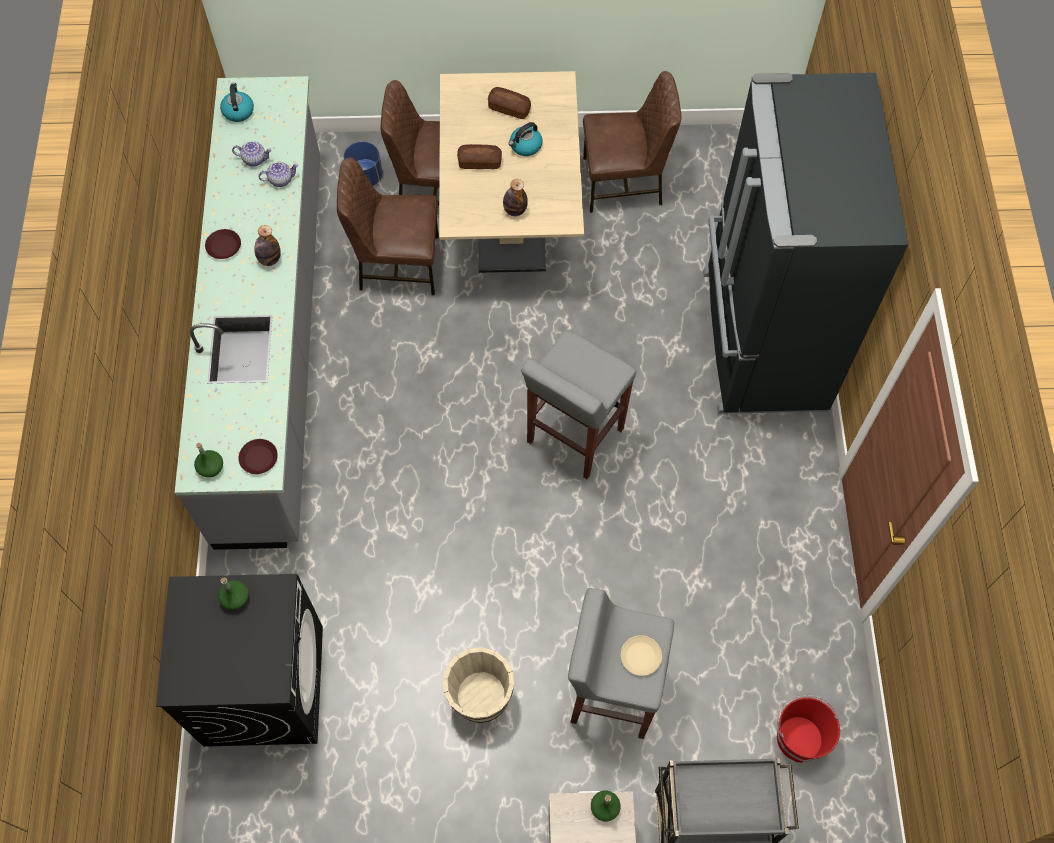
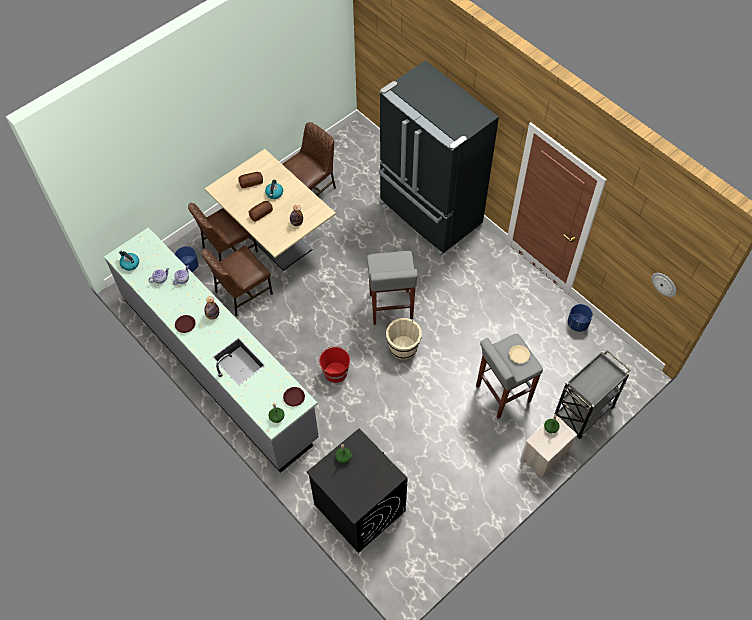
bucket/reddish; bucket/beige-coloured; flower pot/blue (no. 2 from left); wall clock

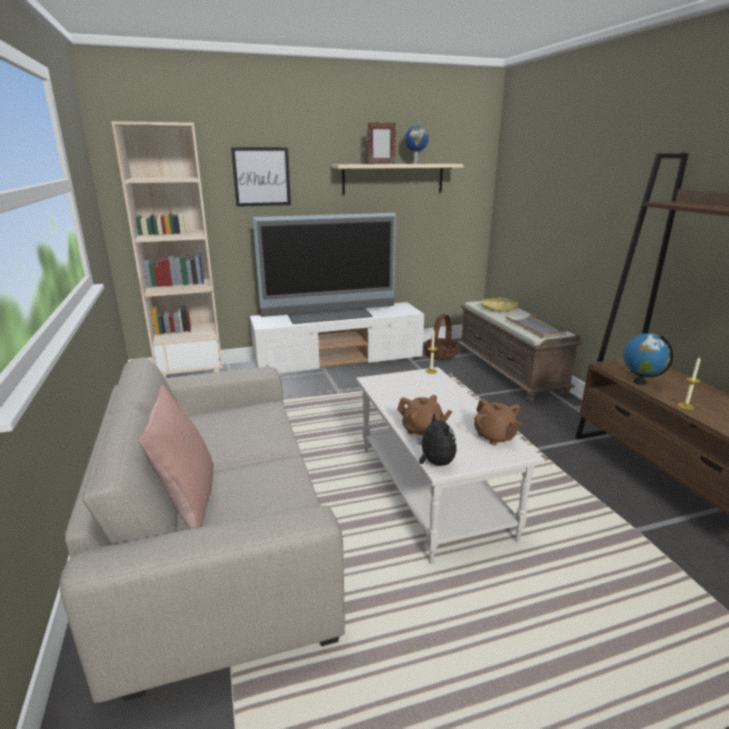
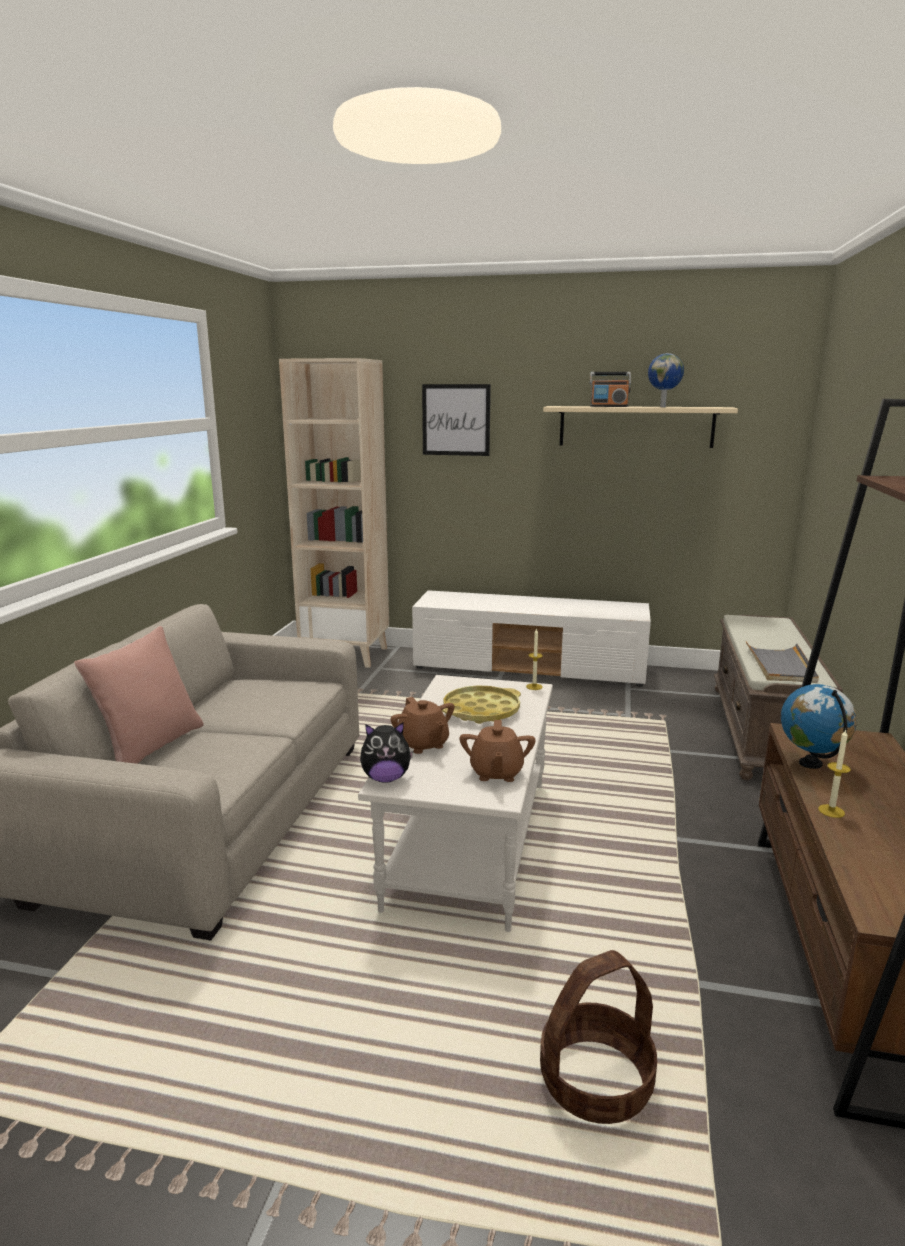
soft toy; serving tray/yellow-coloured; basket; radio receiver; television

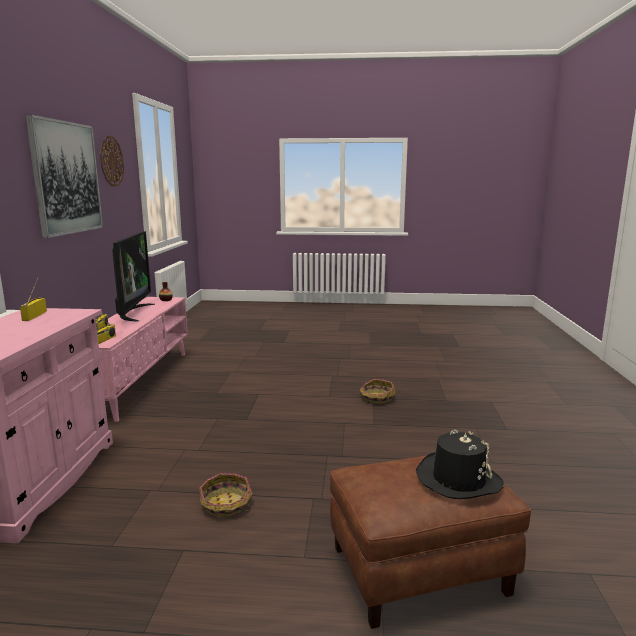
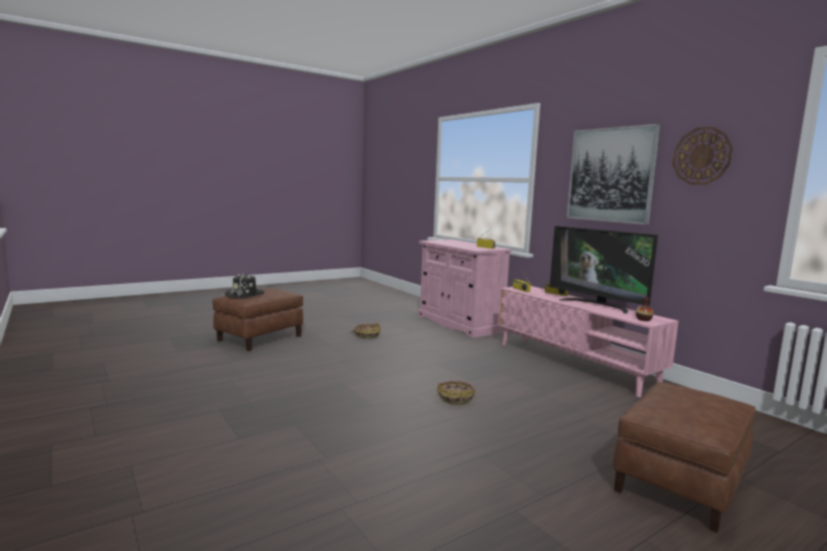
basket (no. 2 from left); footrest/brownish (no. 2 from left)

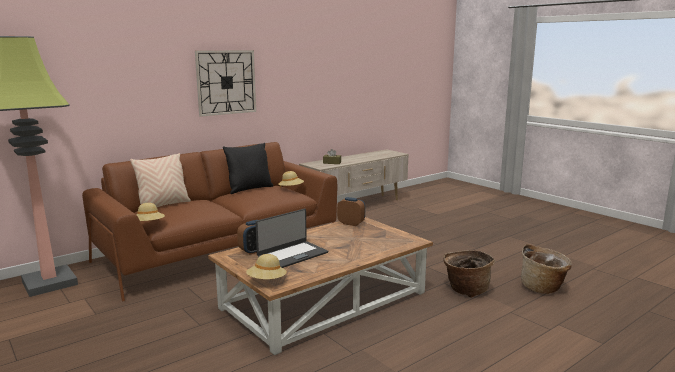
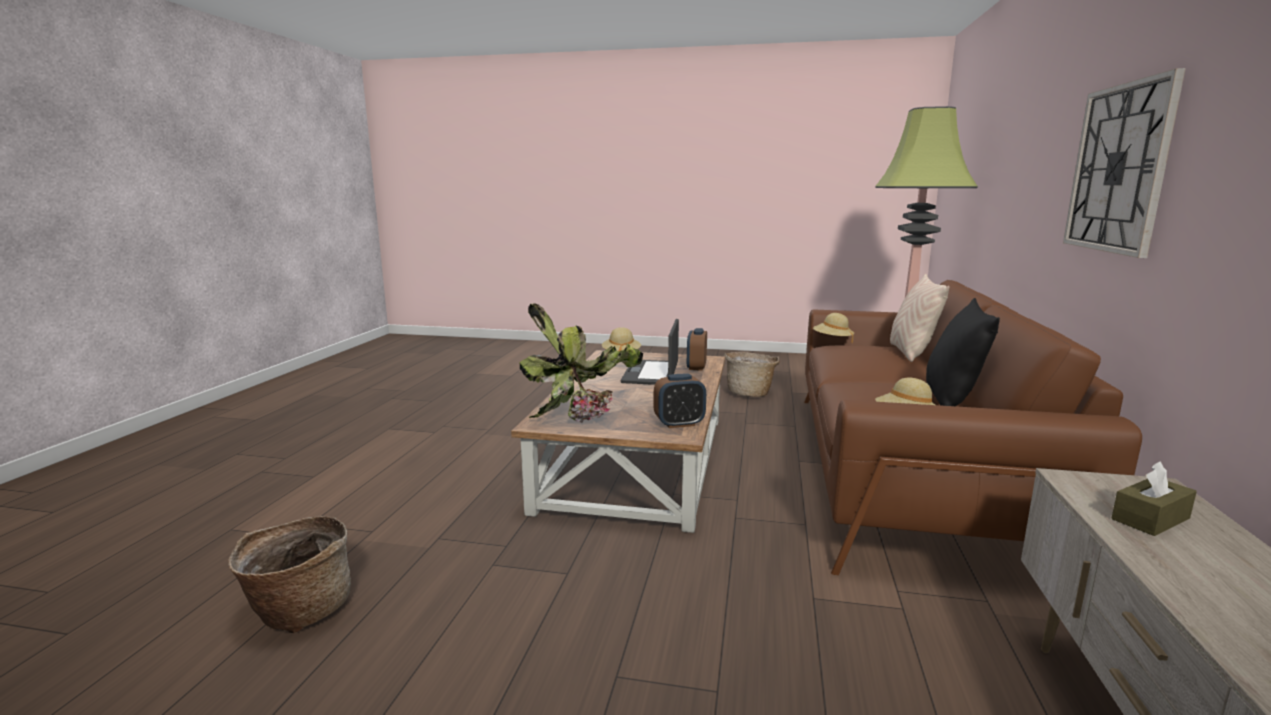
houseplant; basket (no. 2 from left)

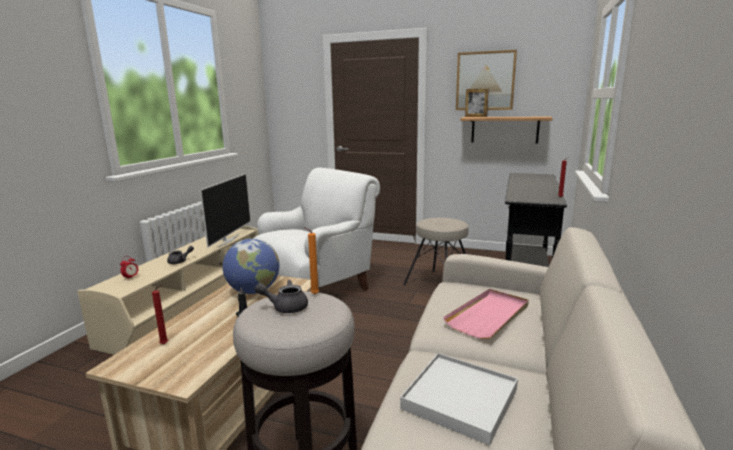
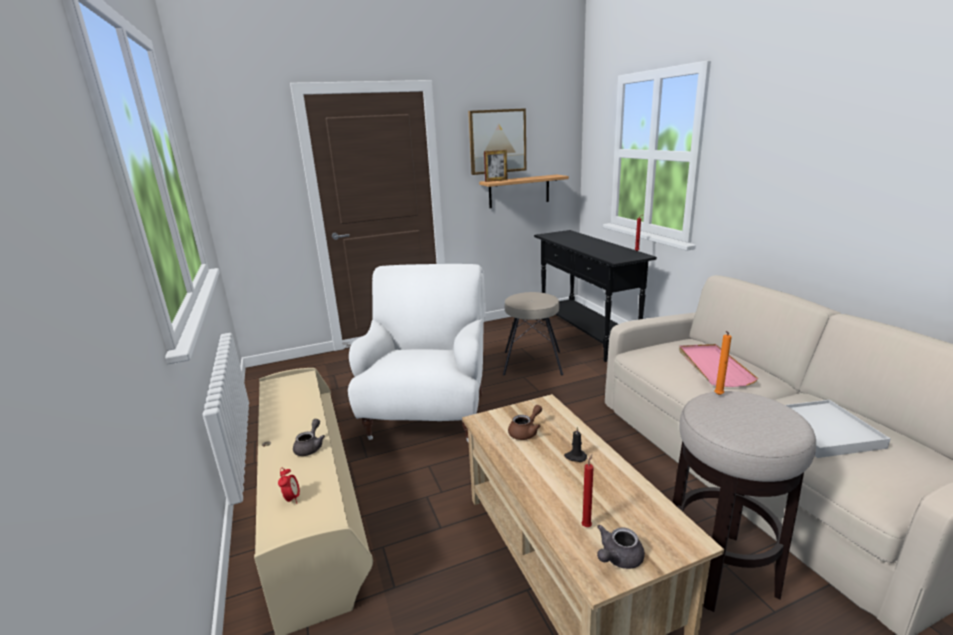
pot for tea/brownish; pot for tea/greyish (no. 2 from left); television

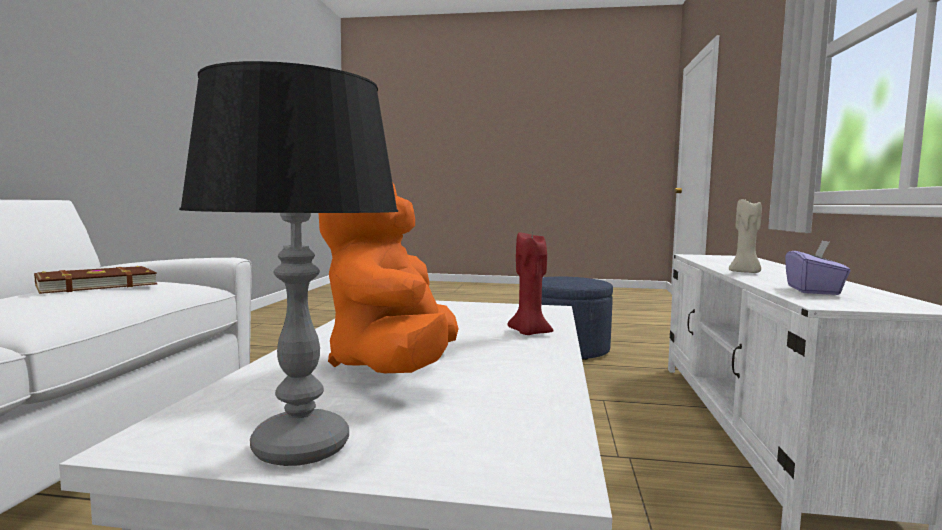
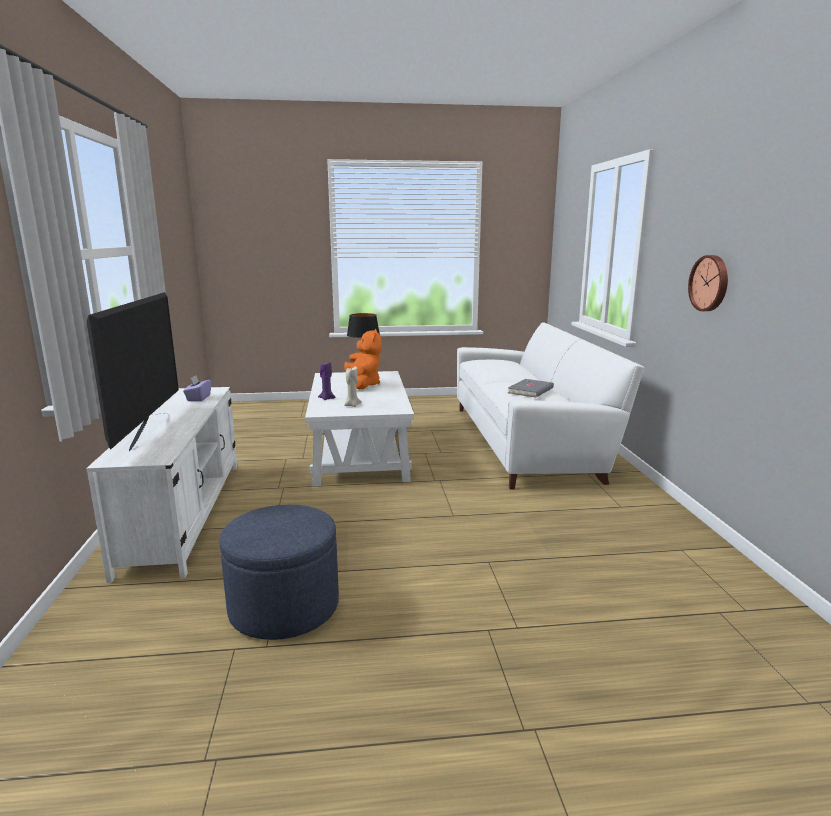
television; wax light/purple; wax light/beige-coloured; book/greyish; wall clock

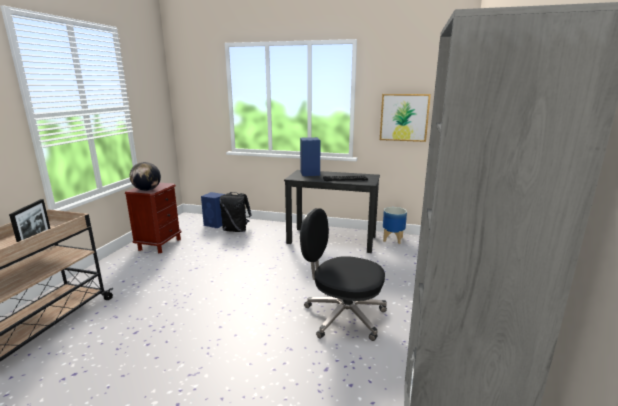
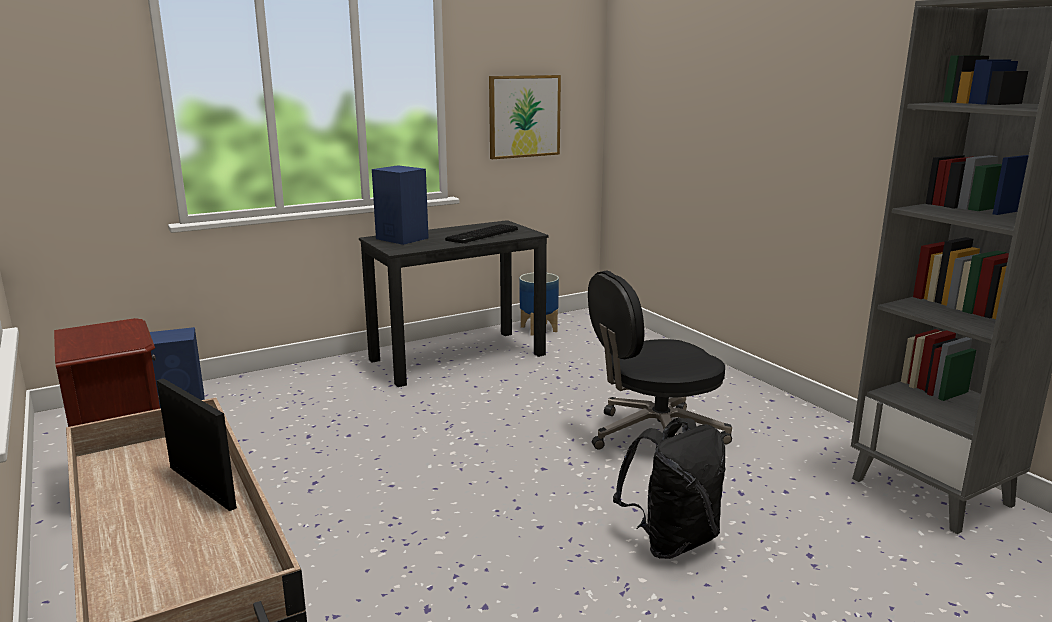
rucksack/black-coloured; globe

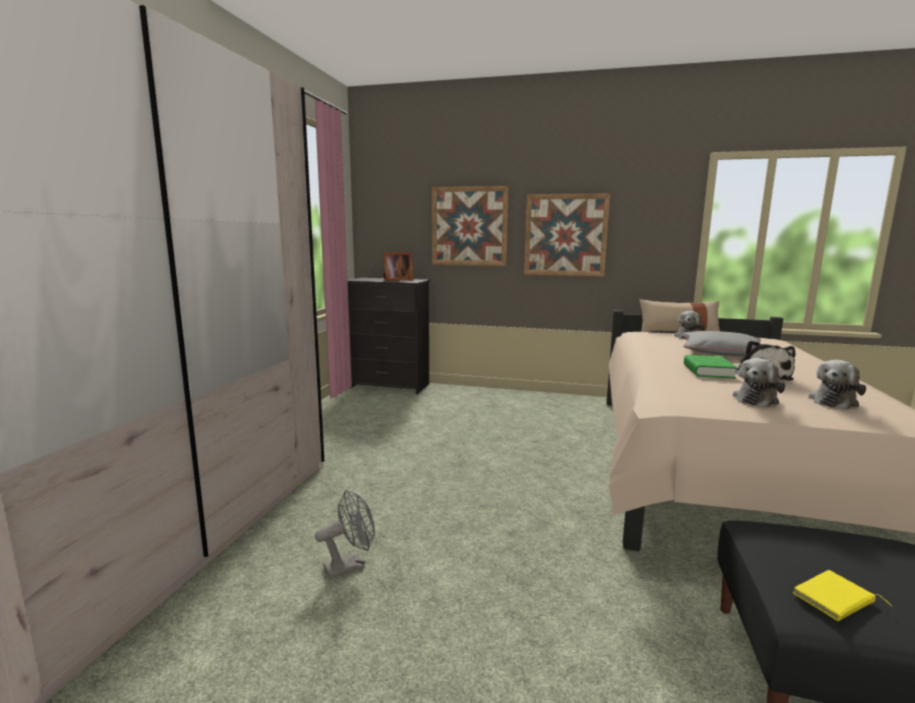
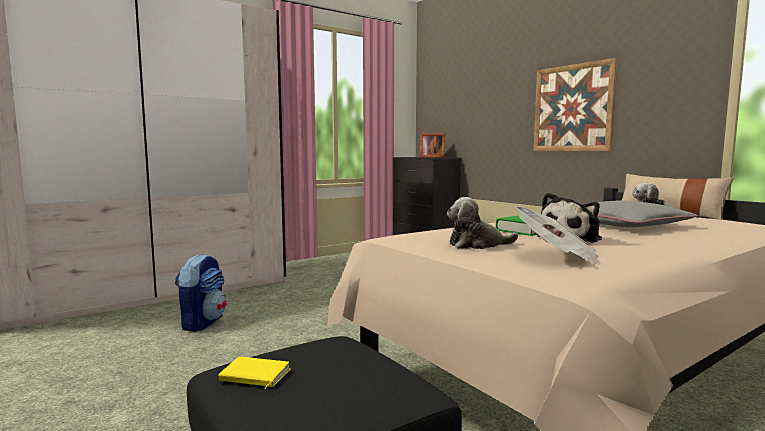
rucksack; newspaper; wall picture (no. 1 from left in the first image)

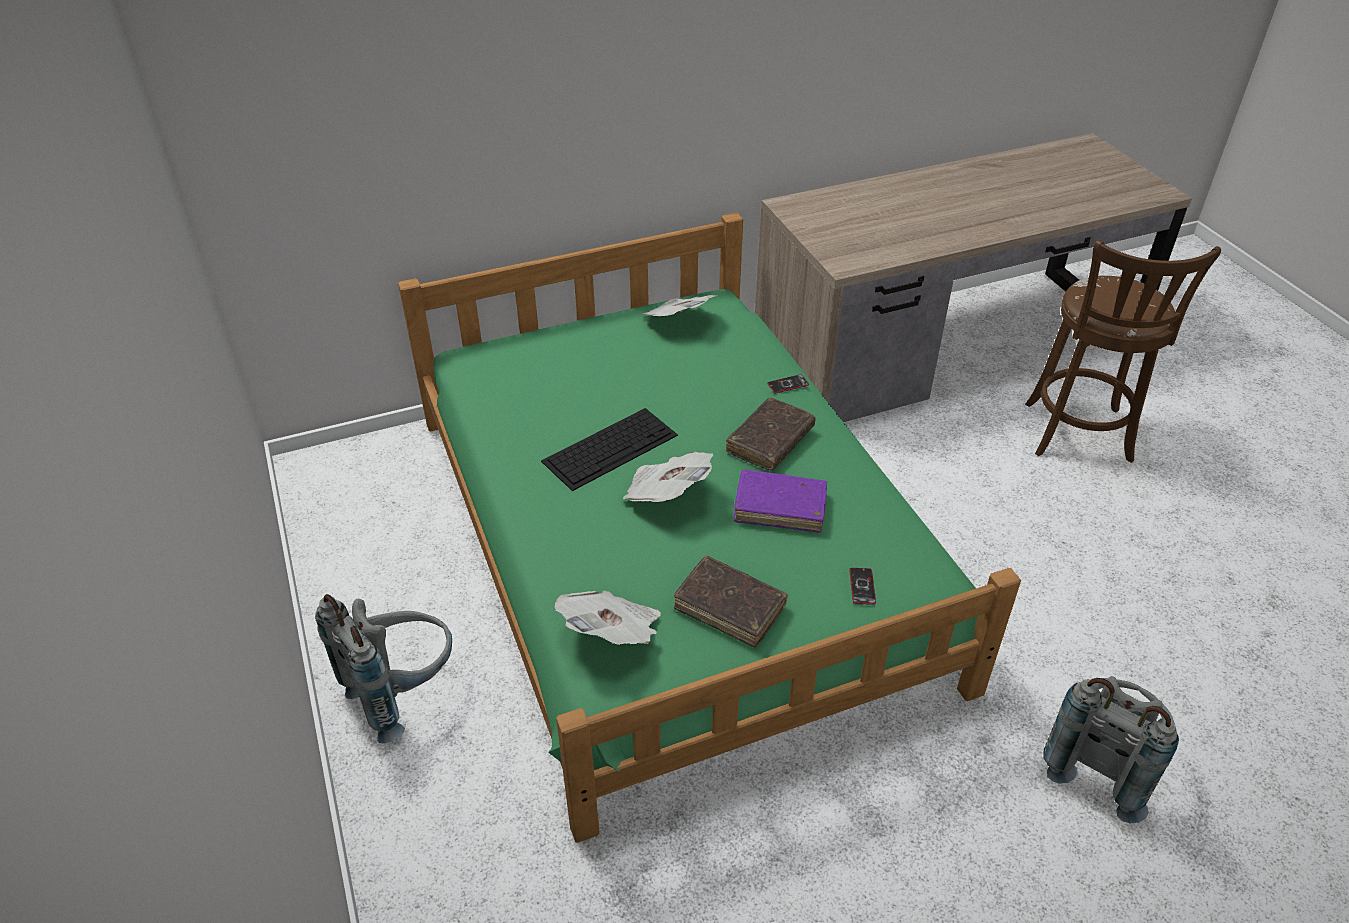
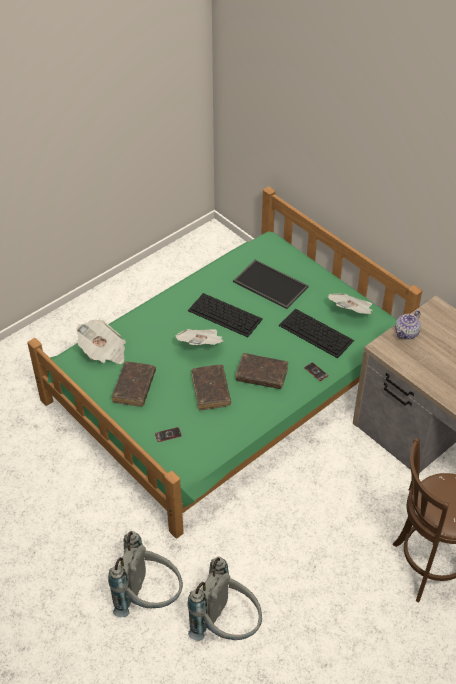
rucksack/greyish (no. 2 from left); book/brownish (no. 2 from left); serving tray; PC keyboard (no. 2 from left); pot for tea

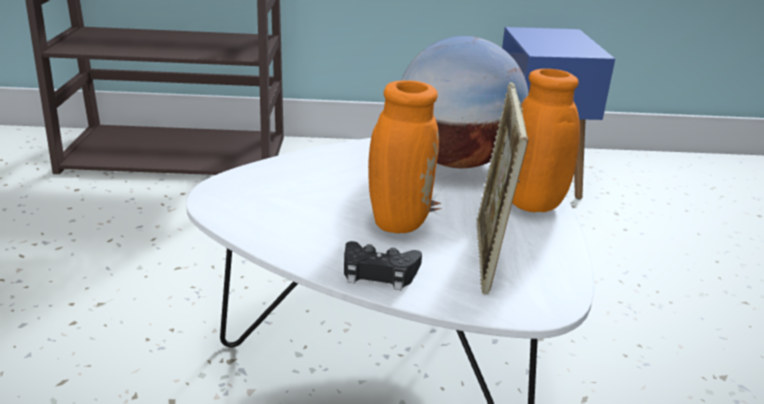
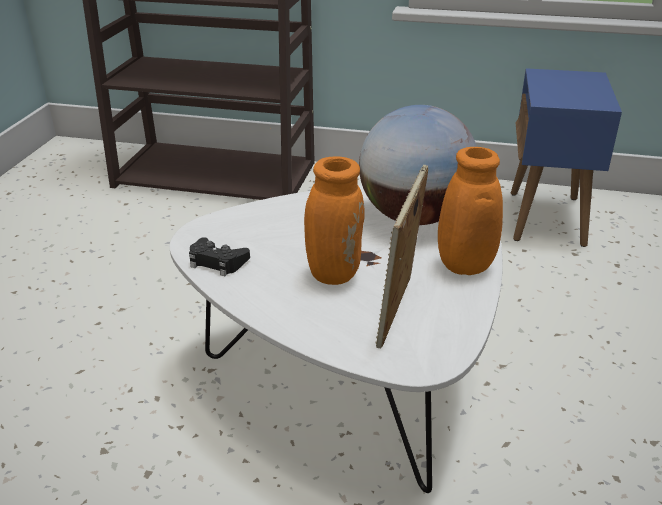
joypad/black-coloured

